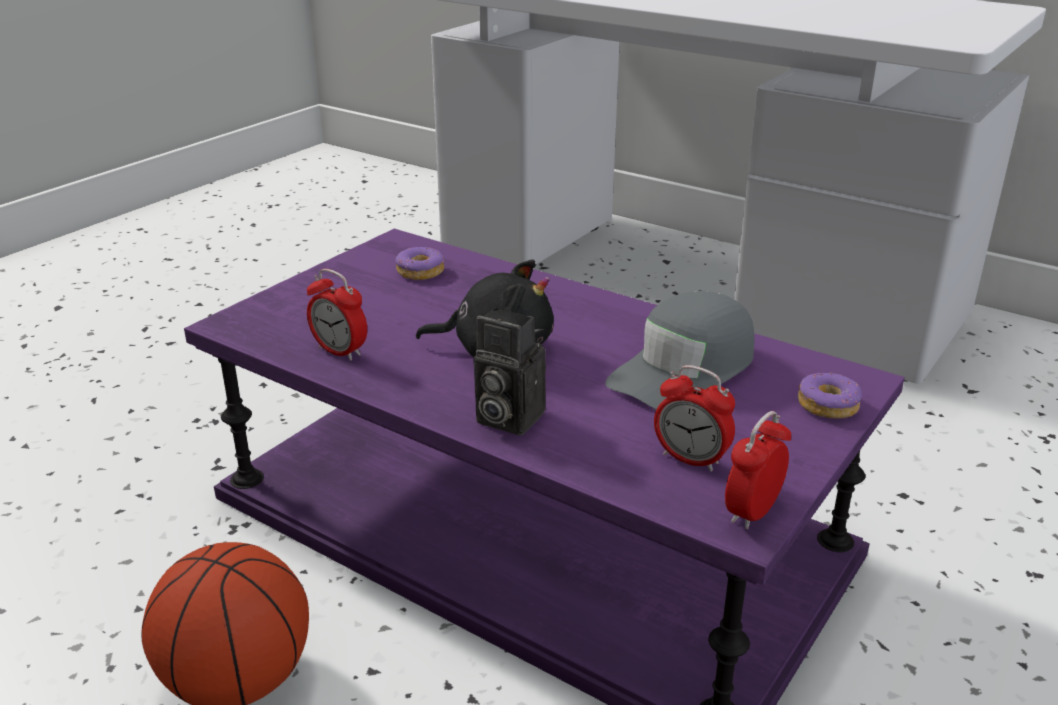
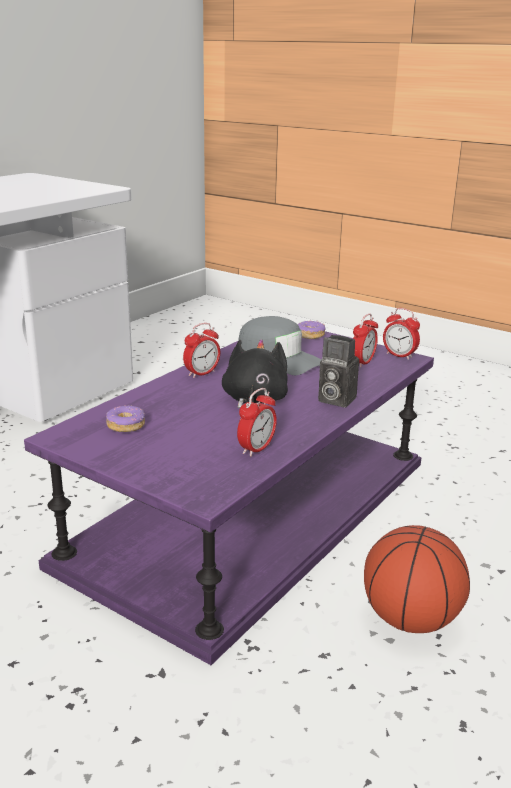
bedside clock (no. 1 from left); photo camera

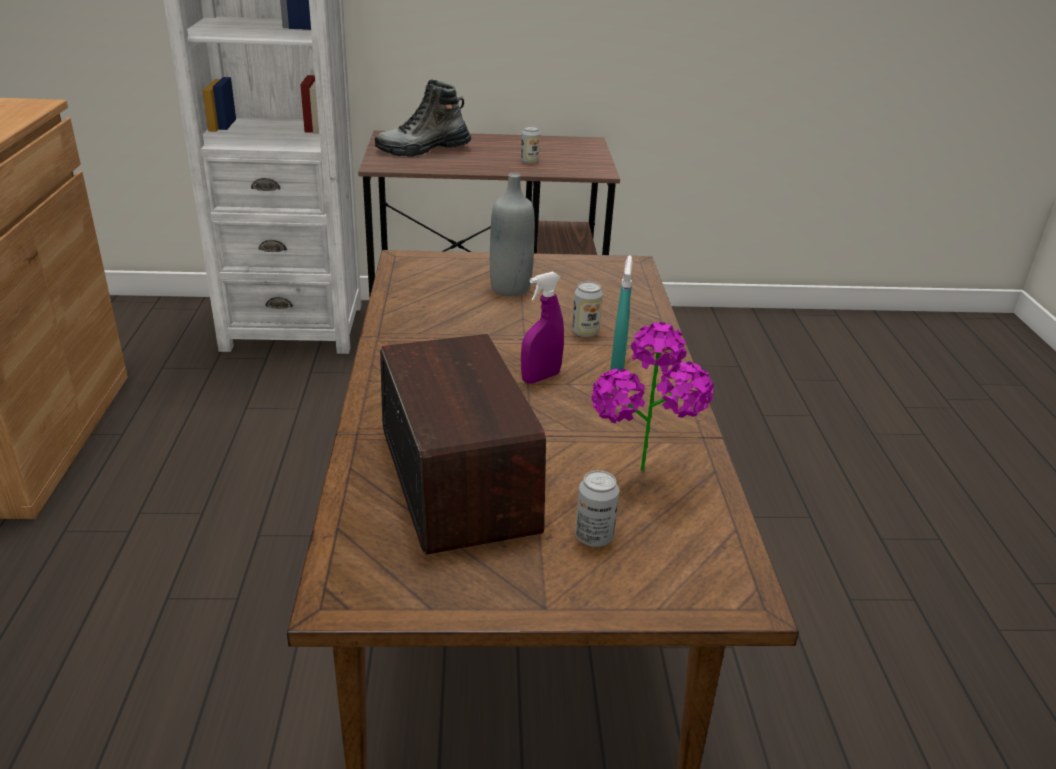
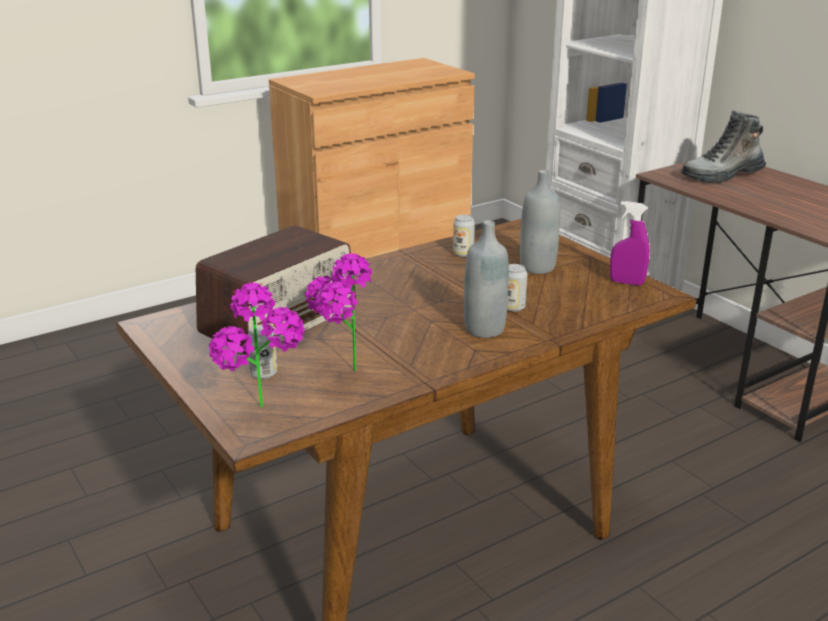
houseplant (no. 1 from left); sealed can (no. 2 from left); beverage bottle/greyish (no. 1 from left); hand sprayer/purple; high-top boot

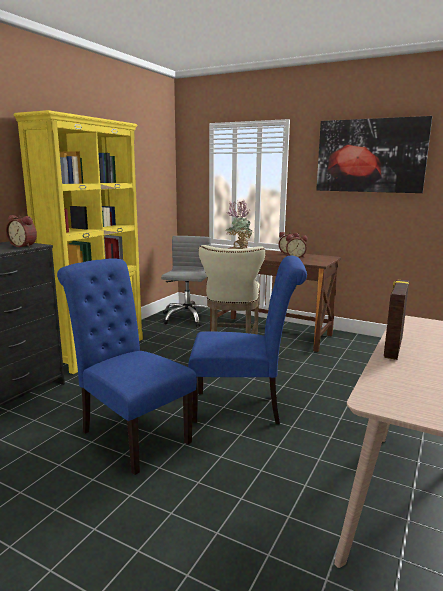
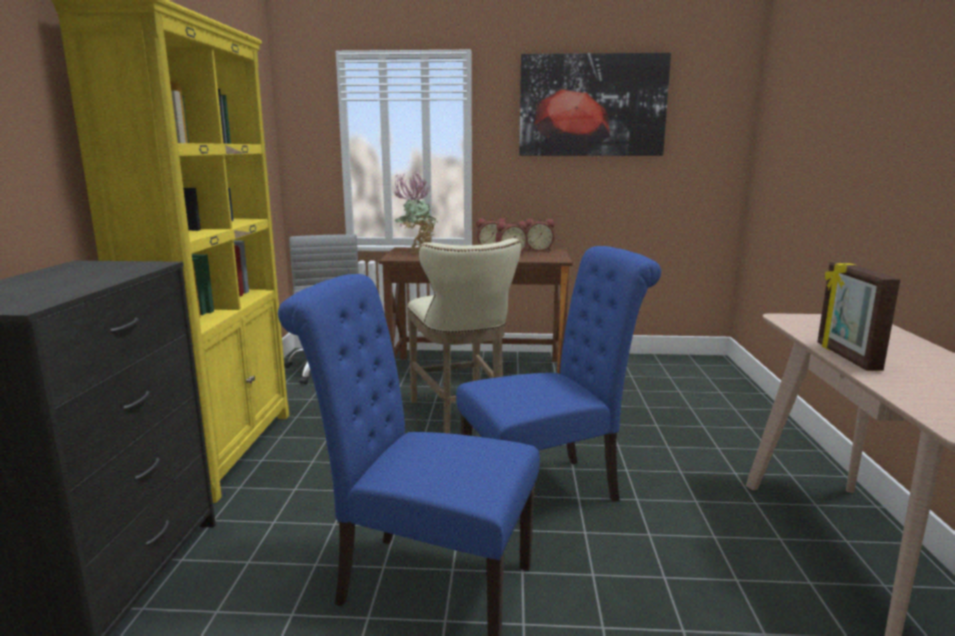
bedside clock (no. 3 from left)

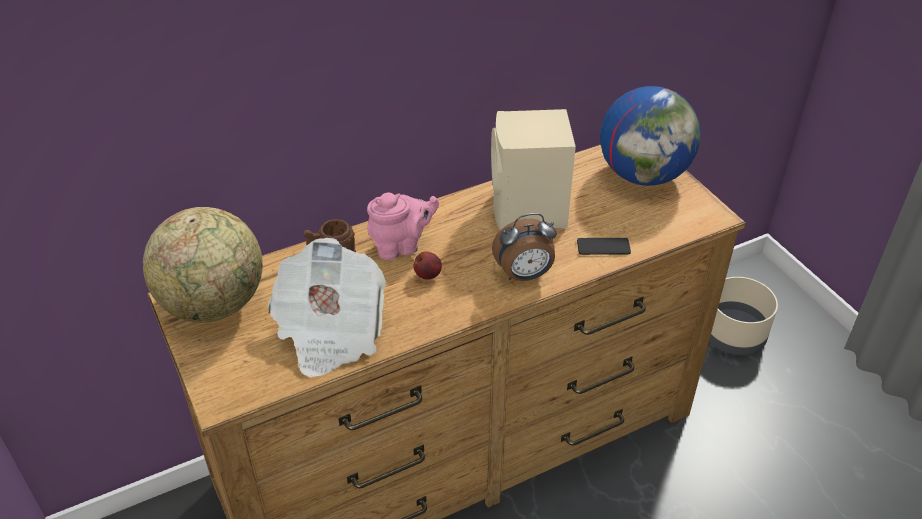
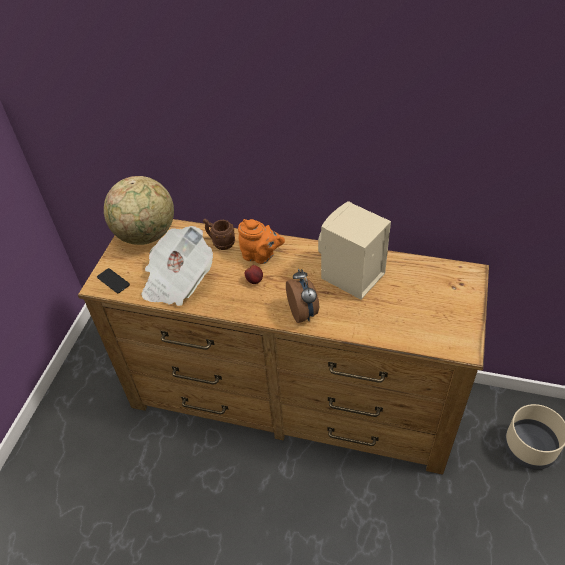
telephone; pot for tea/orangey; bedside clock; globe (no. 2 from left in the first image)

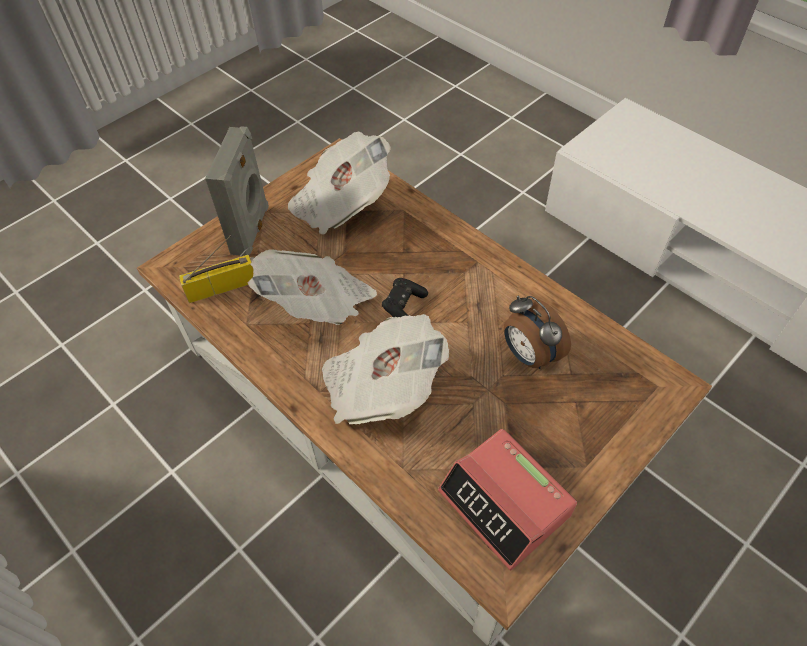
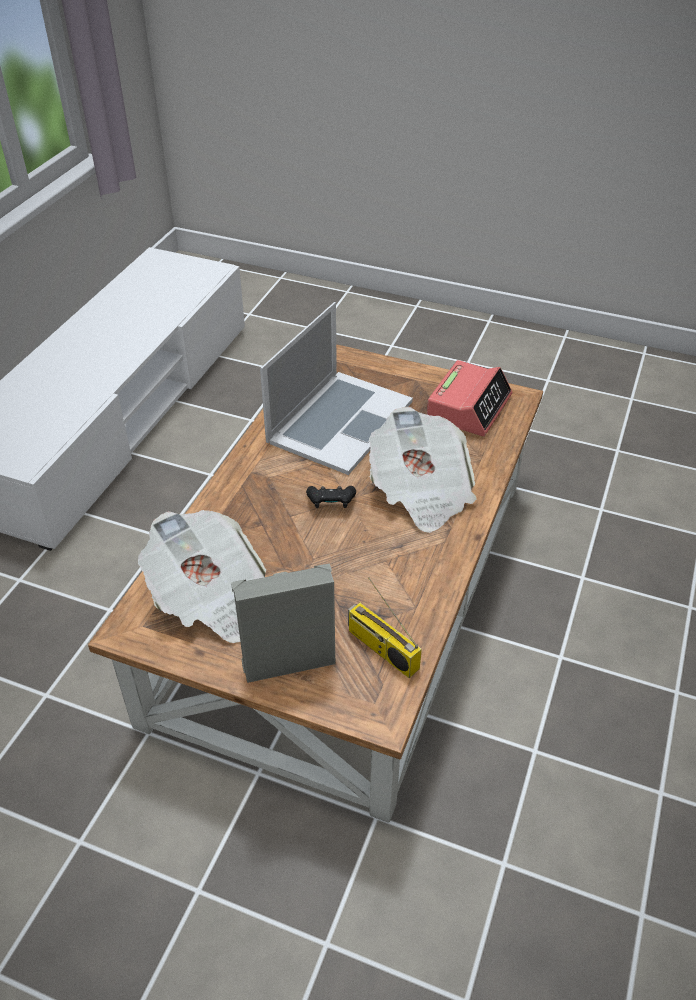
portable computer; newspaper (no. 1 from left in the first image)

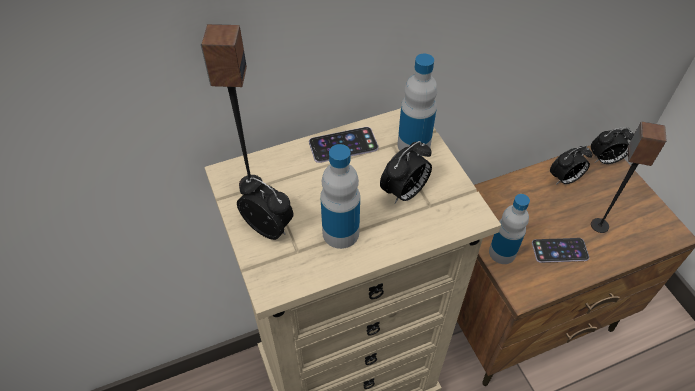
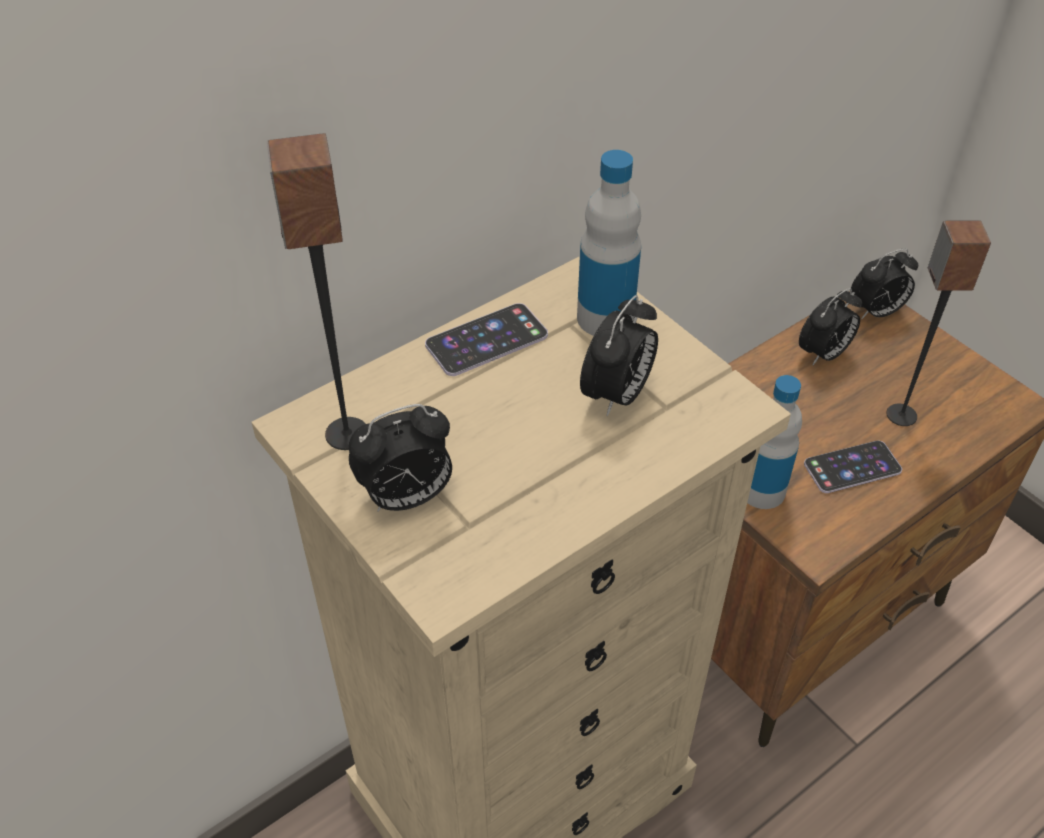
bedside clock (no. 1 from left); beverage bottle (no. 1 from left in the first image)

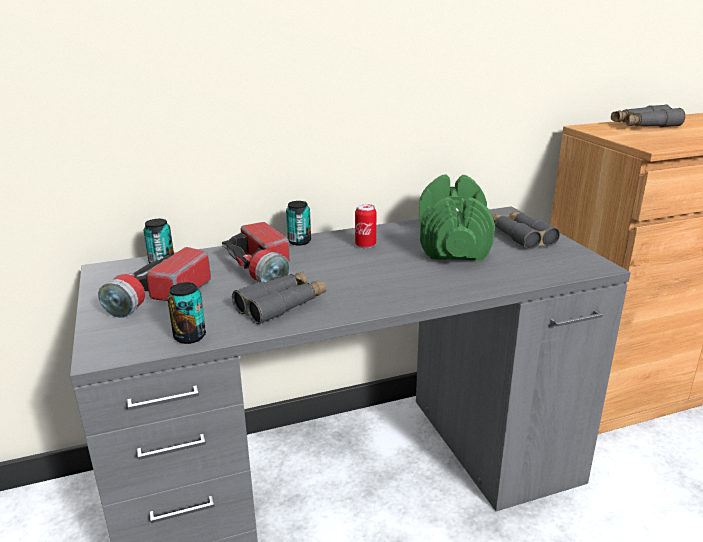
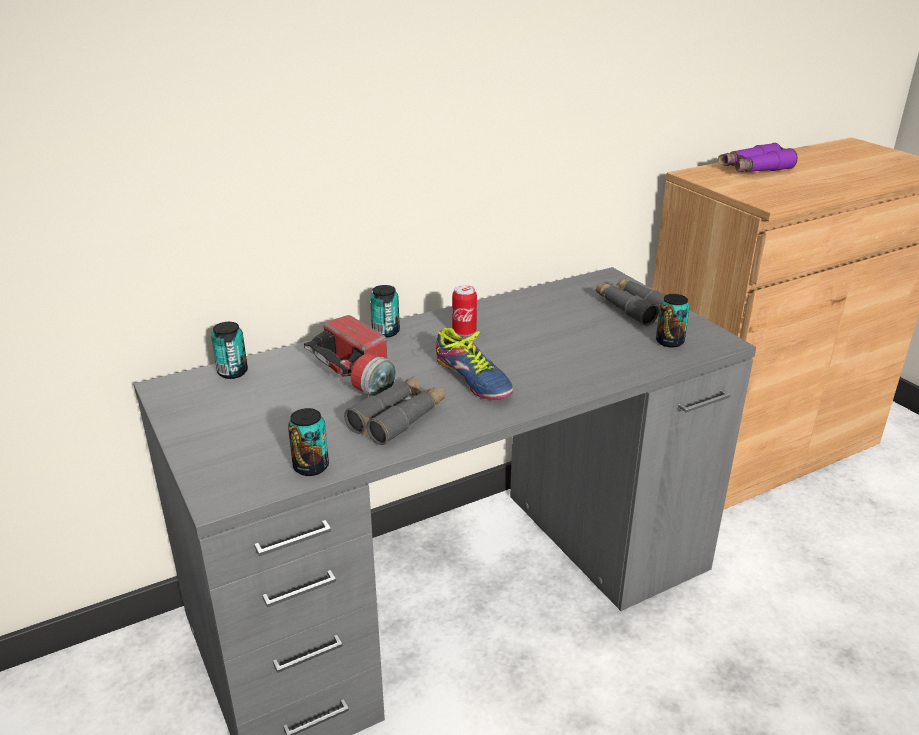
shoe; sealed can (no. 5 from left); field glasses/purple; torch (no. 1 from left in the first image); dumbbell/green

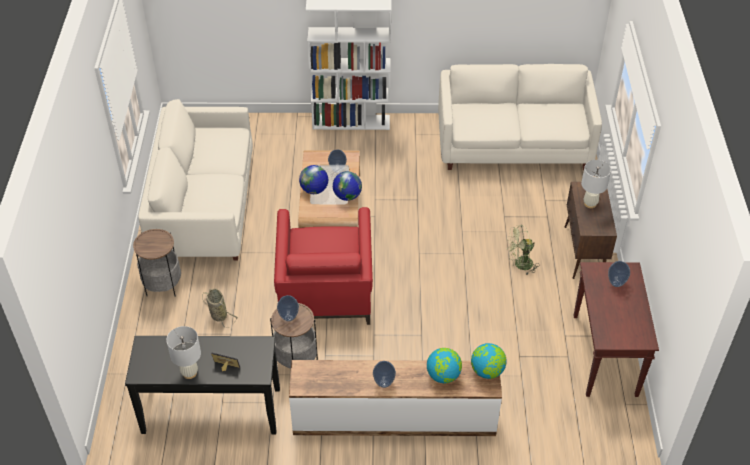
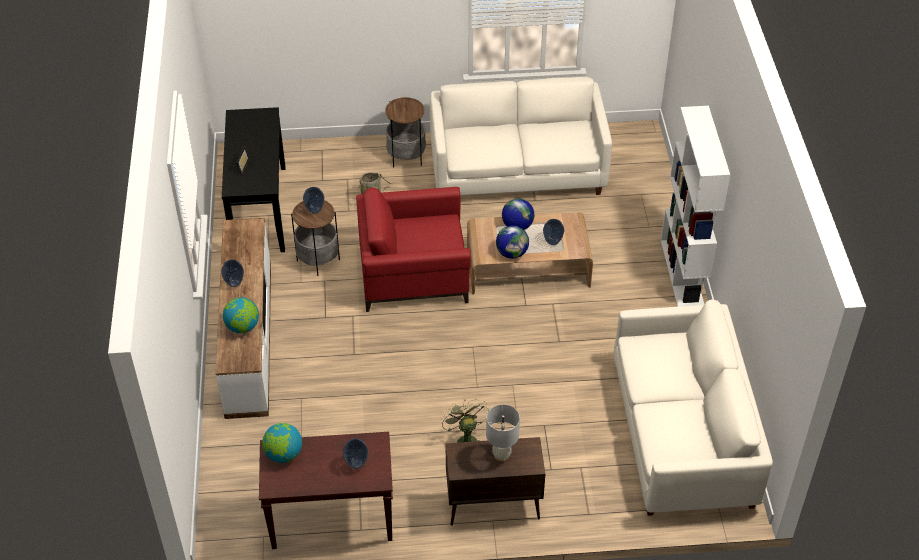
globe (no. 2 from left); lamp for a table/white-coloured (no. 1 from left in the first image)

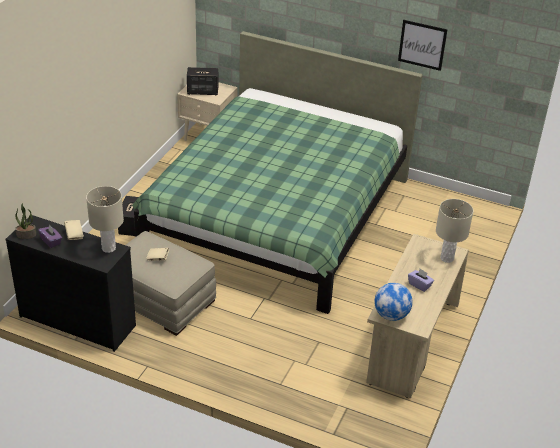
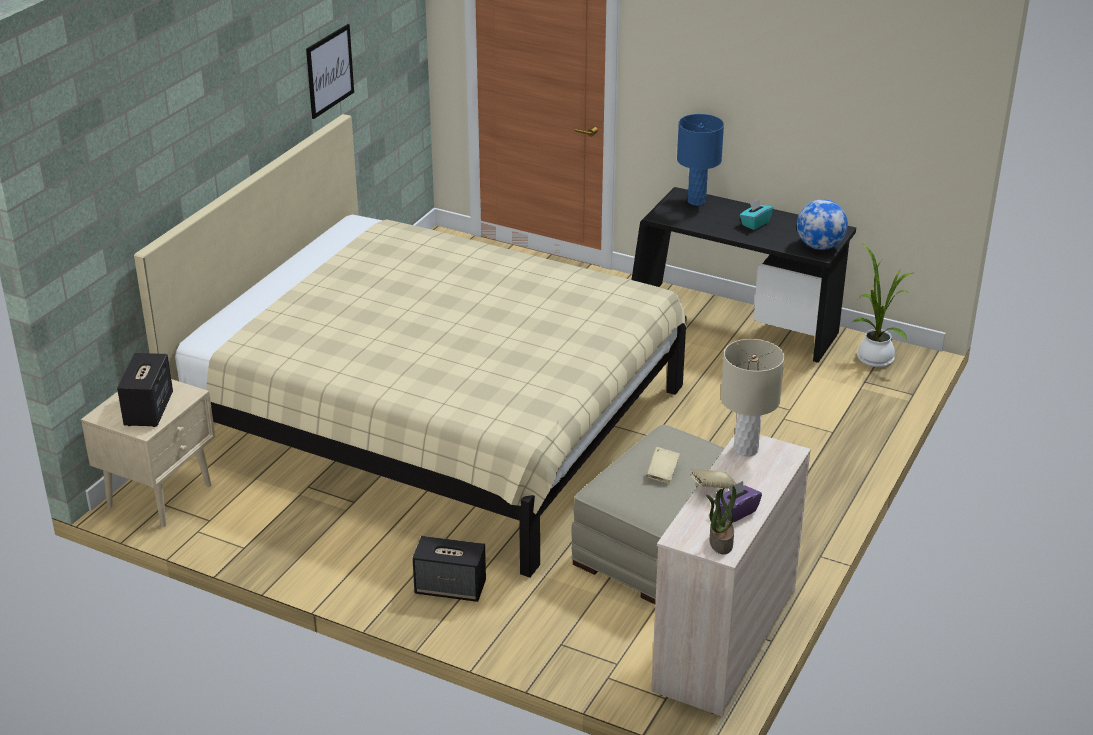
bedroom bed/beige-coloured; desk/black-coloured; chest of drawers/beige-coloured; lamp for a table/blue; box of tissues/blue-green; houseplant (no. 2 from left)

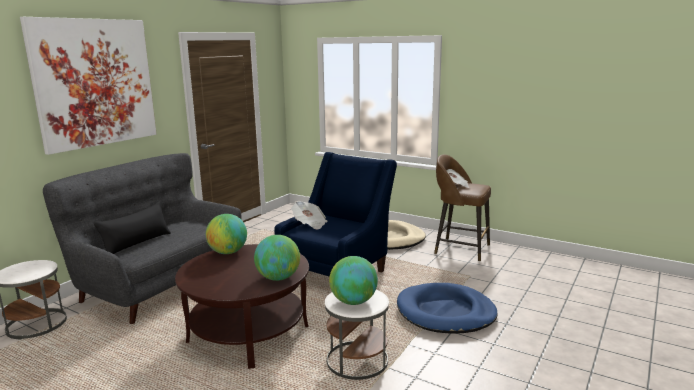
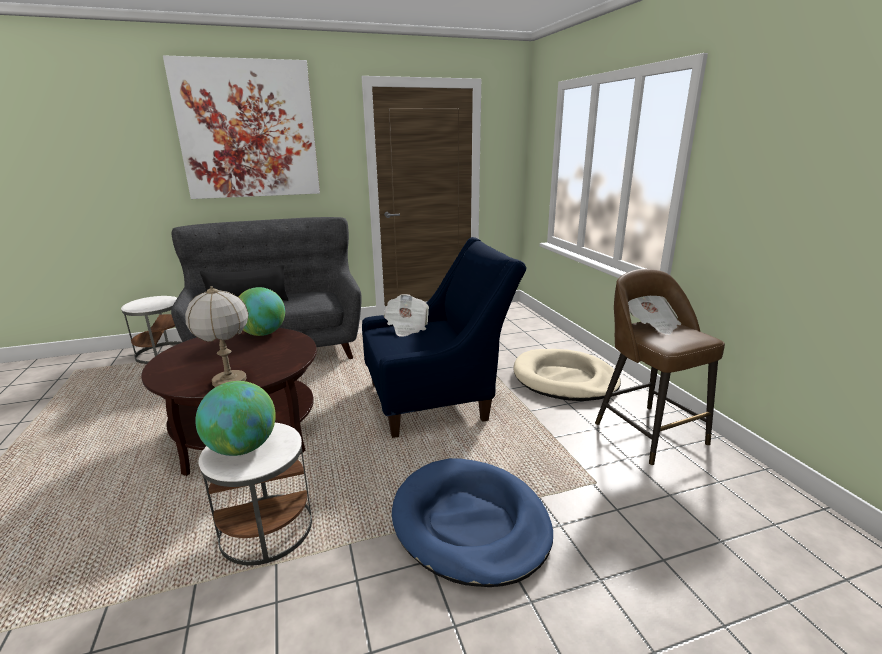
lamp for a table

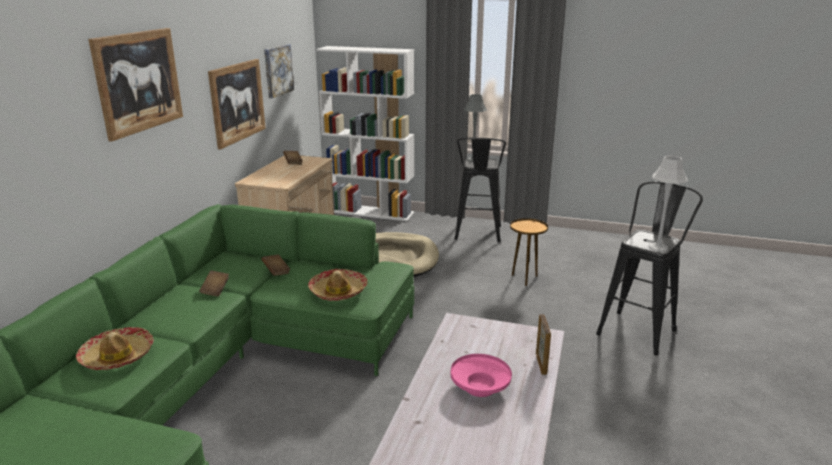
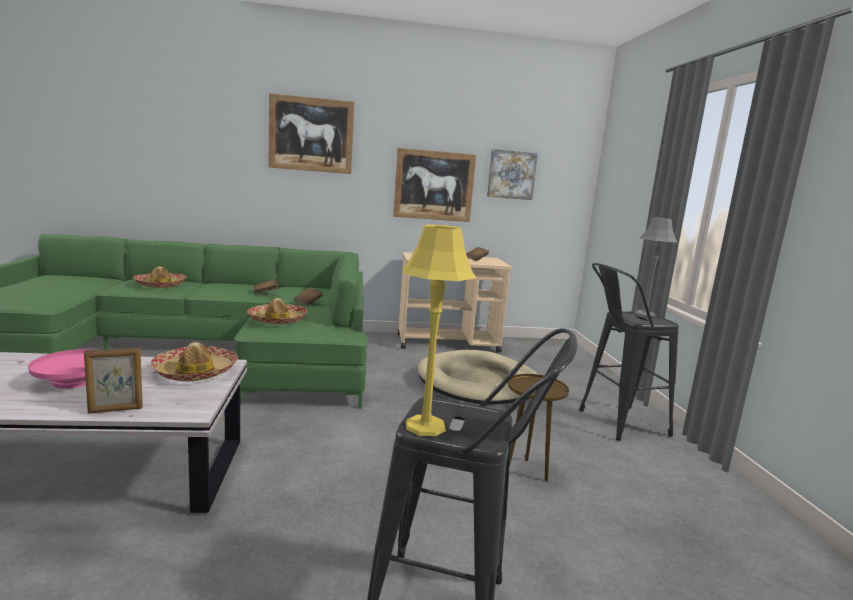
clothing hat (no. 2 from left); lamp for a table/yellow-coloured; bookshelf/white-coloured

